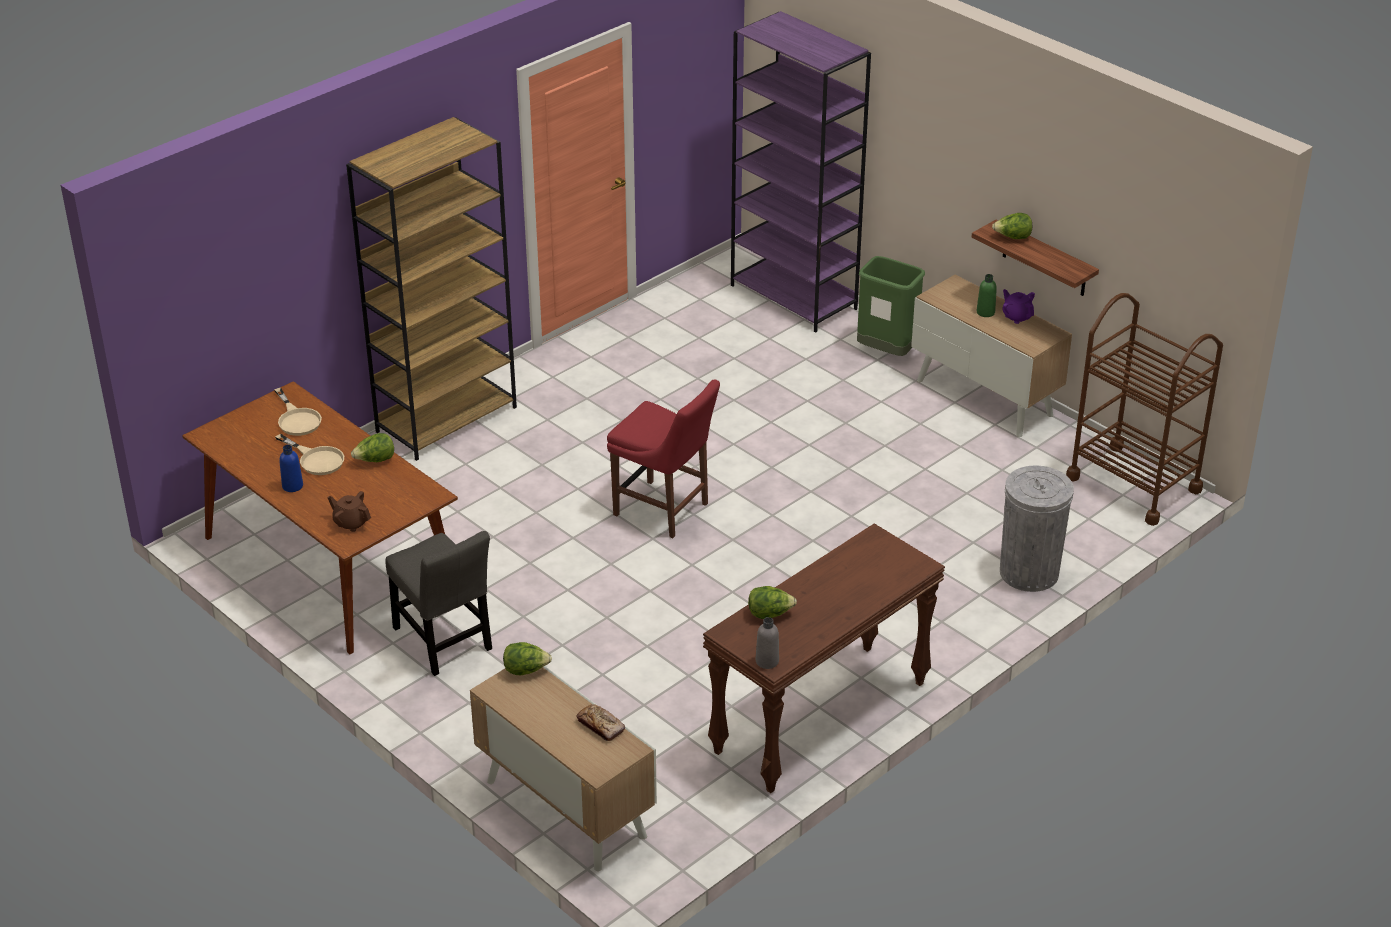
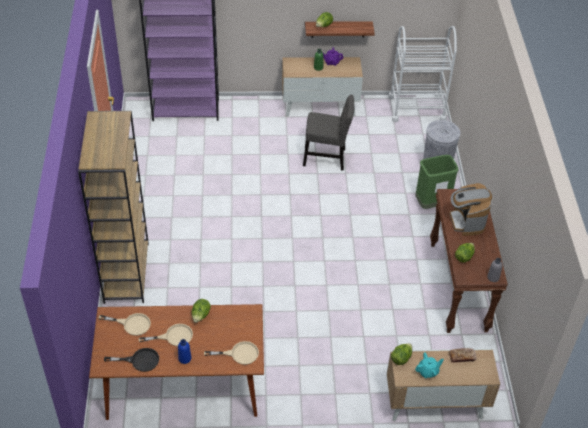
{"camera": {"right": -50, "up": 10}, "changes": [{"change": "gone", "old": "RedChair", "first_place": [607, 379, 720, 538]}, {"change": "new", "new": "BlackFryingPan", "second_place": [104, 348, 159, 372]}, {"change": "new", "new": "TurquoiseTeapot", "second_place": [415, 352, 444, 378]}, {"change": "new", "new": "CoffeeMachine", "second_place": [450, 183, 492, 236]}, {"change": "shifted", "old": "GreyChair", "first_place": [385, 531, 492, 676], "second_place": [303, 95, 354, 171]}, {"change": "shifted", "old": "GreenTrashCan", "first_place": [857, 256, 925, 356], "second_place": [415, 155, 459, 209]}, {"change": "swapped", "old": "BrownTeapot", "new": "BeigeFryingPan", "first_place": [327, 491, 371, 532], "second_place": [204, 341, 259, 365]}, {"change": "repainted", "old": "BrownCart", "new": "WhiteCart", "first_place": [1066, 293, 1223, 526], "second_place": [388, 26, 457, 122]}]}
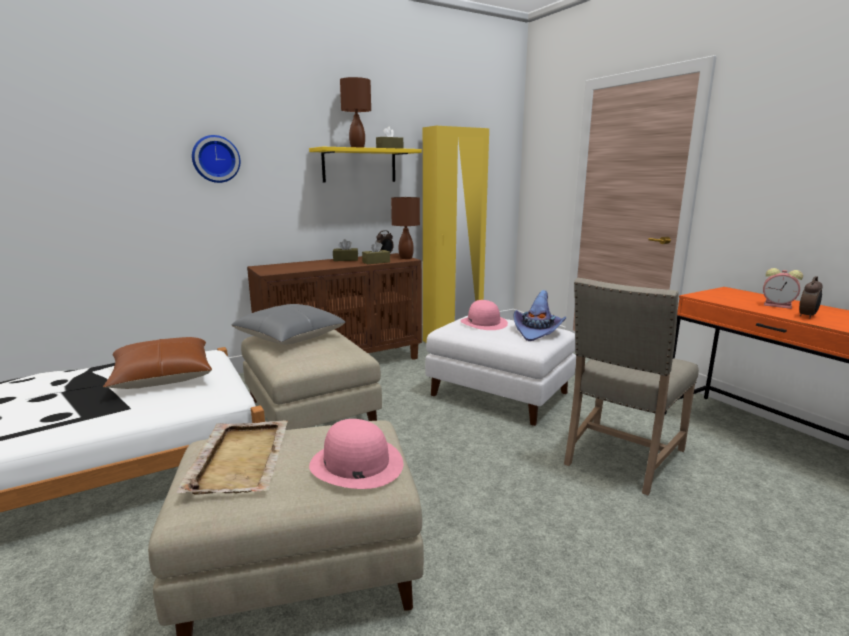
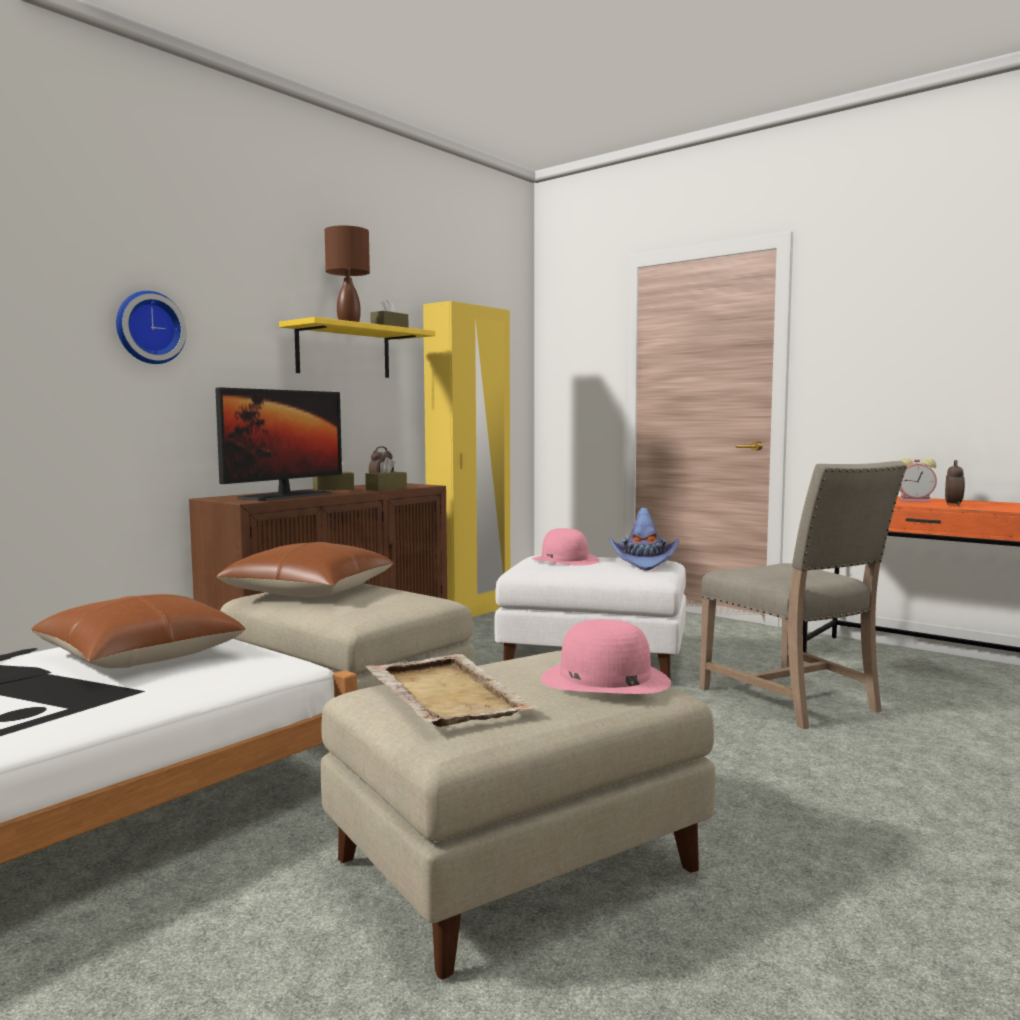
{"camera": {"right": -20, "up": -10}, "changes": [{"change": "gone", "old": "BrownTableLamp", "first_place": [391, 197, 420, 259]}, {"change": "new", "new": "Monitor", "second_place": [215, 387, 342, 501]}, {"change": "repainted", "old": "GreyPillow", "new": "BrownPillow", "first_place": [231, 304, 345, 345], "second_place": [216, 542, 393, 597]}, {"change": "rotated", "old": "BeigeChair", "first_place": [564, 278, 699, 495], "second_place": [700, 461, 907, 729], "degrees": -45}]}
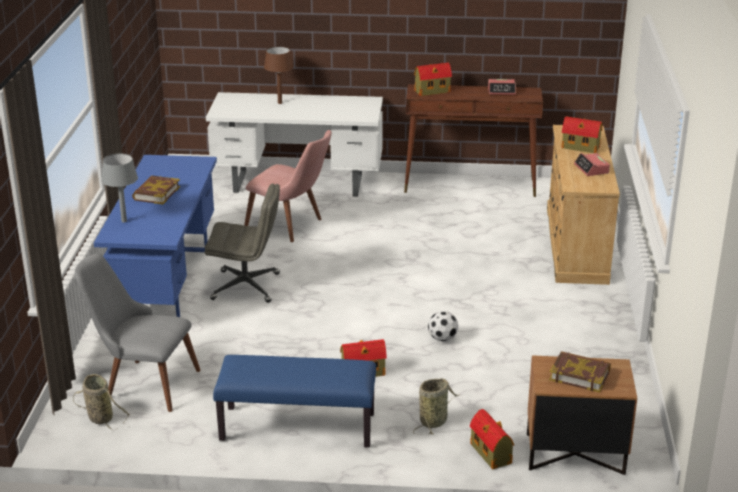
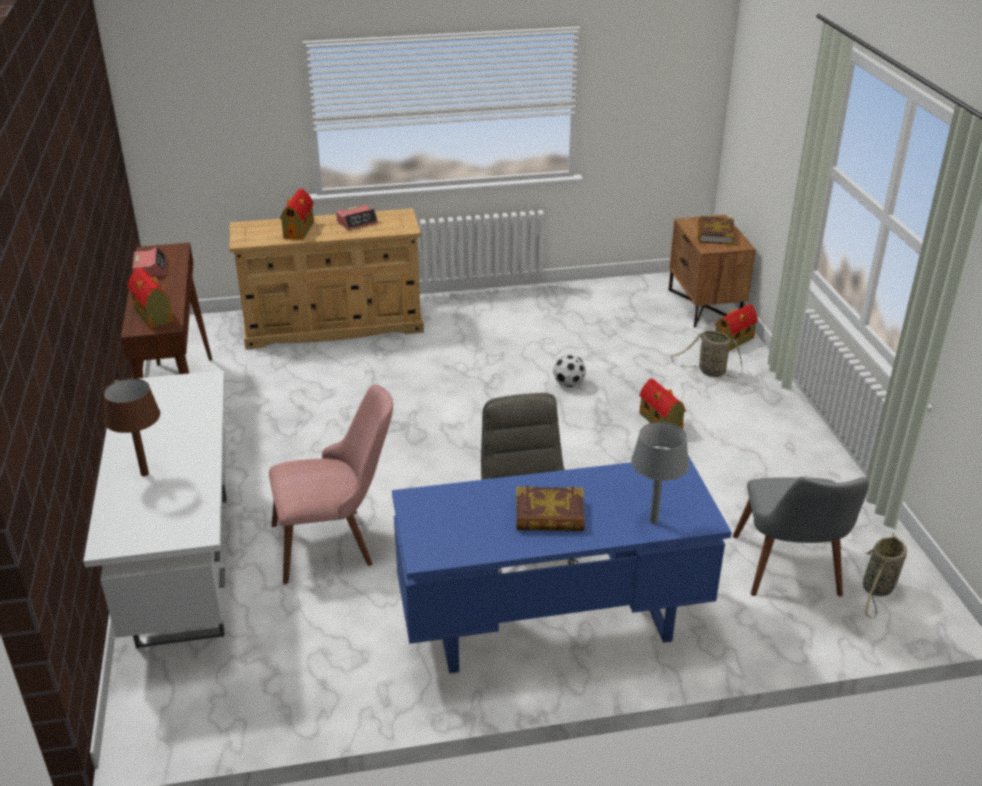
{"camera": {"right": -105, "up": 5}, "changes": [{"change": "gone", "old": "BlueBench", "first_place": [213, 355, 376, 448]}, {"change": "rotated", "old": "PinkChair", "first_place": [244, 130, 332, 242], "second_place": [269, 384, 393, 584], "degrees": 60}]}
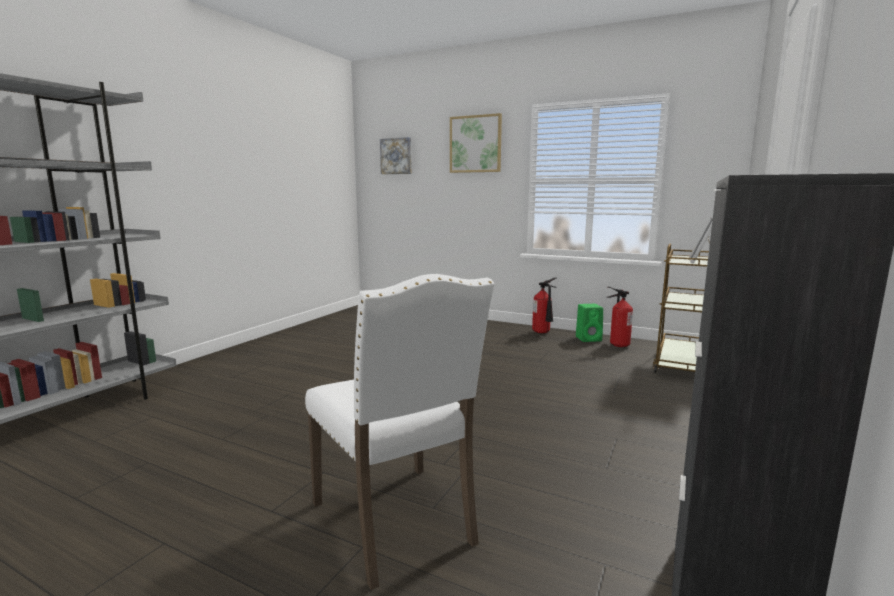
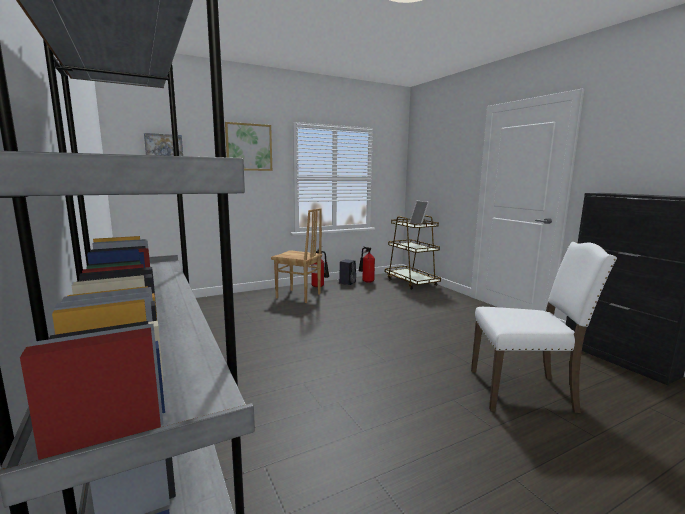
{"camera": {"right": -55, "up": 0}, "changes": [{"change": "new", "new": "BrownChair", "second_place": [271, 208, 322, 303]}, {"change": "repainted", "old": "GreenSpeaker", "new": "BlackSpeaker", "first_place": [576, 304, 603, 342], "second_place": [339, 259, 356, 285]}]}
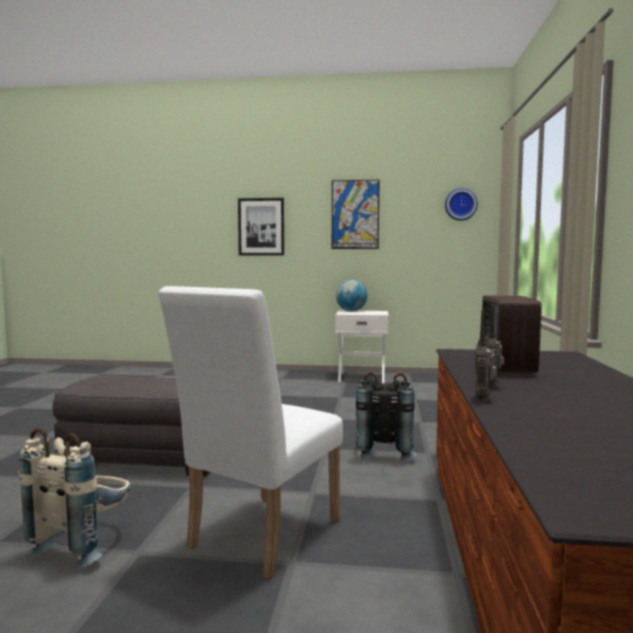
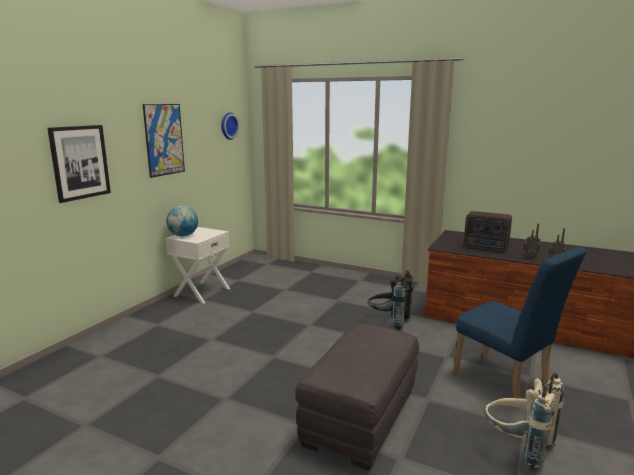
{"camera": {"right": -70, "up": 10}, "changes": [{"change": "repainted", "old": "WhiteChair", "new": "BlueChair", "first_place": [158, 286, 343, 580], "second_place": [453, 247, 587, 408]}]}
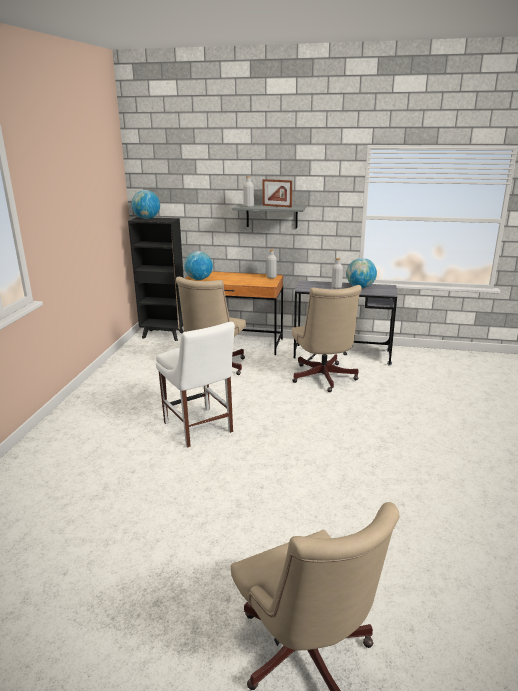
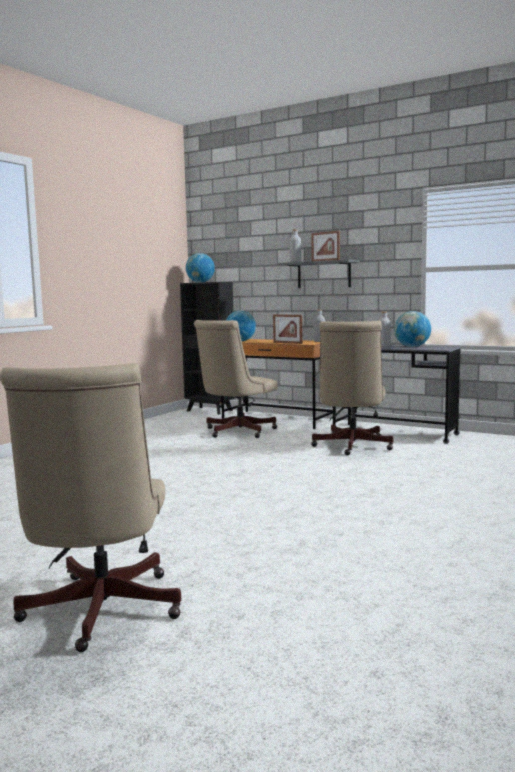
{"camera": {"right": 20, "up": -15}, "changes": [{"change": "gone", "old": "WhiteChair", "first_place": [156, 322, 235, 448]}, {"change": "new", "new": "PictureFrame", "second_place": [273, 314, 302, 344]}]}
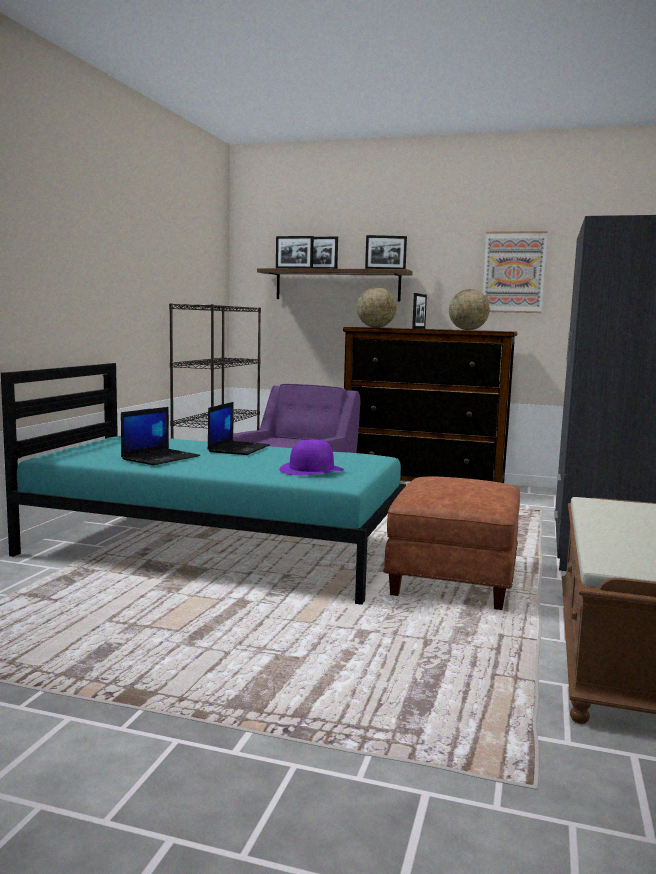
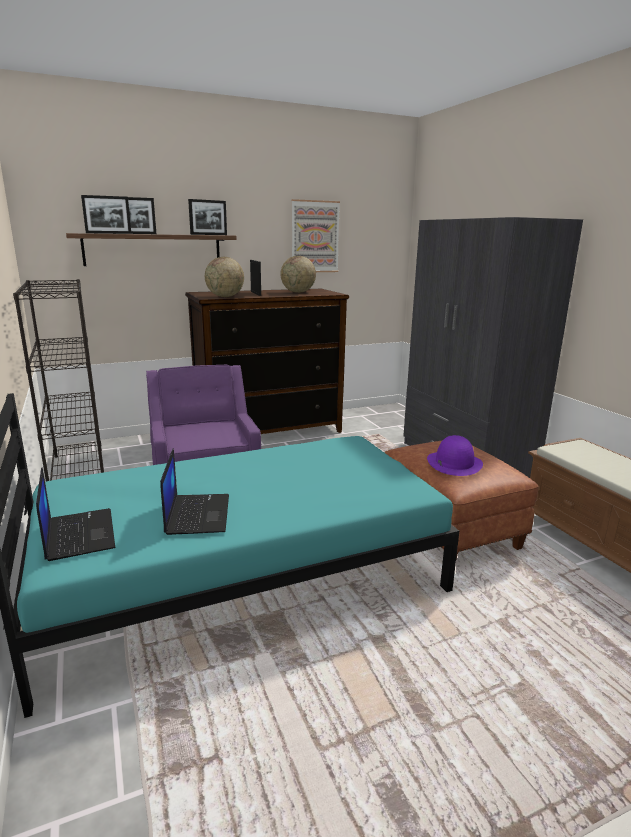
{"camera": {"right": -40, "up": 10}, "changes": [{"change": "shifted", "old": "Laptop", "first_place": [208, 402, 270, 455], "second_place": [36, 467, 115, 561]}, {"change": "shifted", "old": "PurpleHat", "first_place": [279, 439, 344, 475], "second_place": [427, 435, 483, 476]}]}
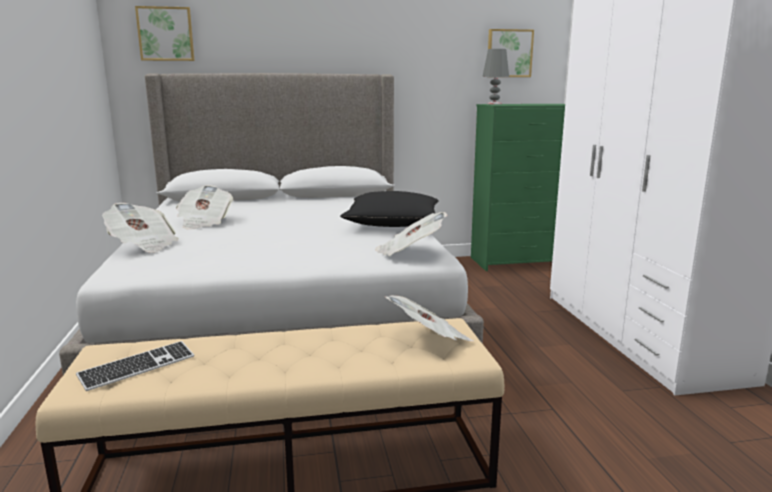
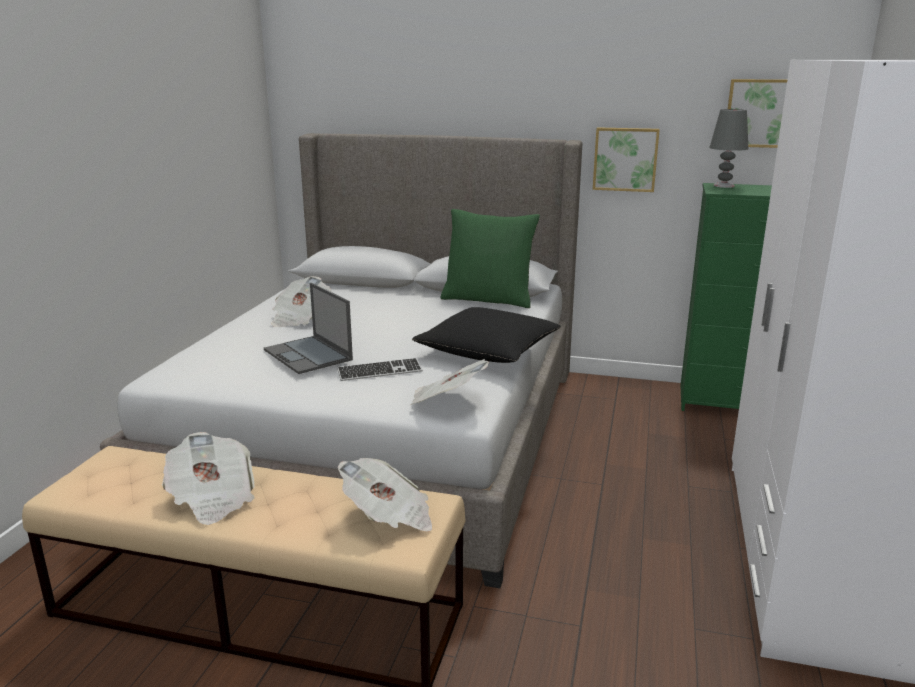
{"camera": {"right": 25, "up": 5}, "changes": [{"change": "new", "new": "Laptop", "second_place": [264, 283, 353, 374]}, {"change": "new", "new": "GreenPillow", "second_place": [441, 209, 540, 308]}, {"change": "shifted", "old": "Keyboard", "first_place": [76, 341, 194, 391], "second_place": [337, 358, 423, 381]}, {"change": "shifted", "old": "Newspaper", "first_place": [102, 203, 179, 253], "second_place": [162, 432, 255, 525]}, {"change": "shifted", "old": "Picture", "first_place": [135, 6, 194, 61], "second_place": [593, 127, 660, 192]}]}
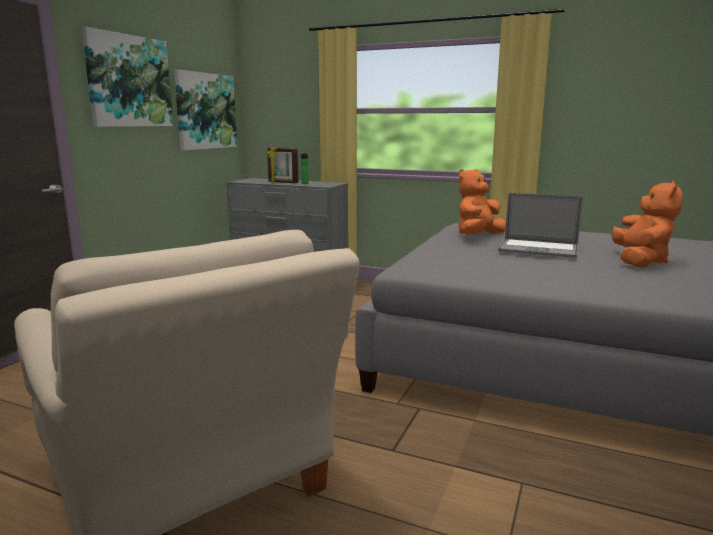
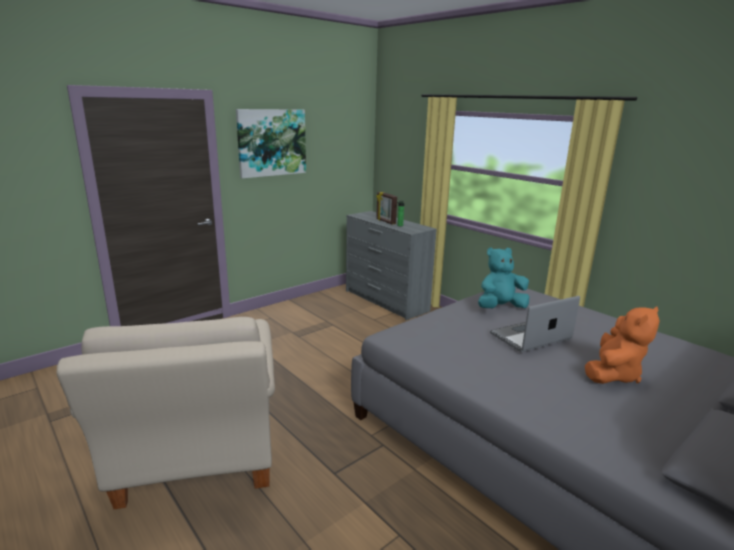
{"camera": {"right": 25, "up": 5}, "changes": [{"change": "gone", "old": "Picture", "first_place": [174, 69, 237, 150]}, {"change": "repainted", "old": "OrangePlushToy", "new": "TurquoisePlushToy", "first_place": [459, 169, 506, 235], "second_place": [478, 247, 529, 308]}, {"change": "rotated", "old": "Laptop", "first_place": [498, 193, 583, 258], "second_place": [490, 296, 580, 352], "degrees": 105}]}
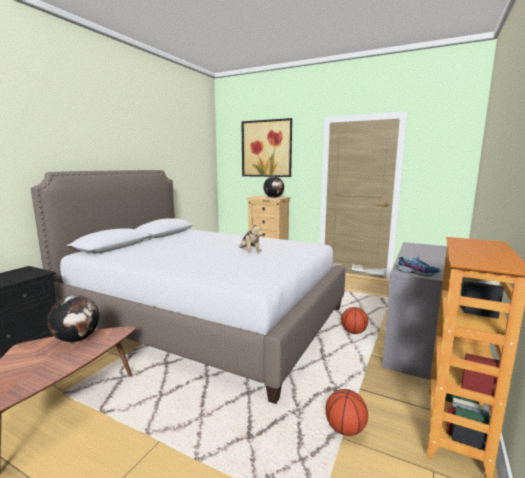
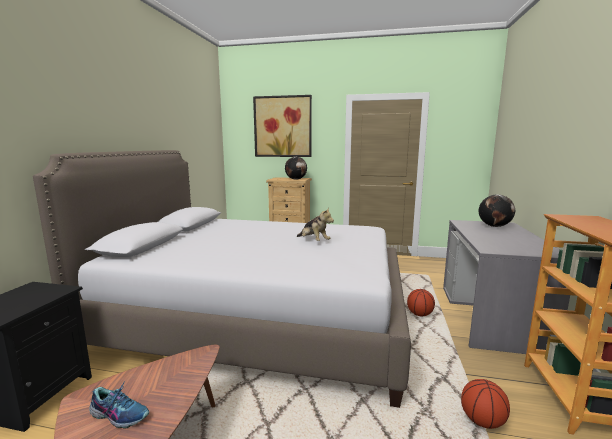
{"camera": {"right": -15, "up": 0}, "changes": [{"change": "shifted", "old": "Globe", "first_place": [47, 295, 99, 342], "second_place": [479, 194, 515, 227]}, {"change": "shifted", "old": "Shoe", "first_place": [397, 255, 441, 277], "second_place": [89, 381, 149, 429]}]}
